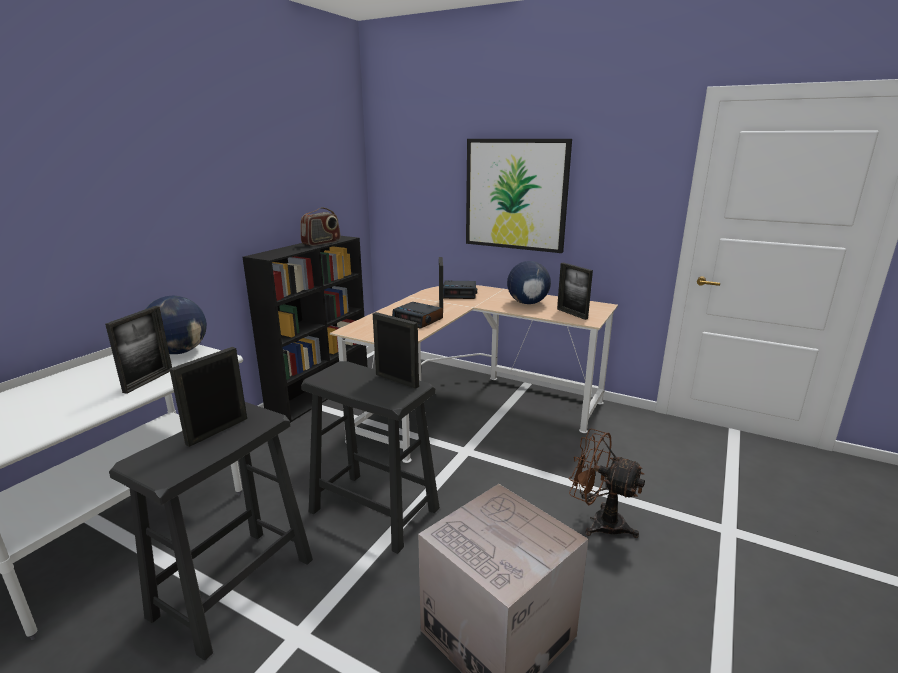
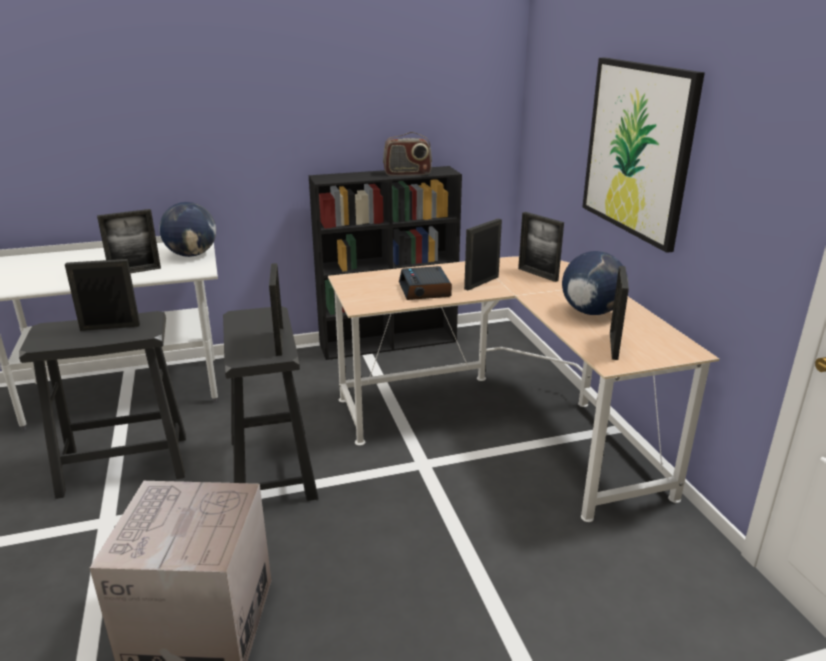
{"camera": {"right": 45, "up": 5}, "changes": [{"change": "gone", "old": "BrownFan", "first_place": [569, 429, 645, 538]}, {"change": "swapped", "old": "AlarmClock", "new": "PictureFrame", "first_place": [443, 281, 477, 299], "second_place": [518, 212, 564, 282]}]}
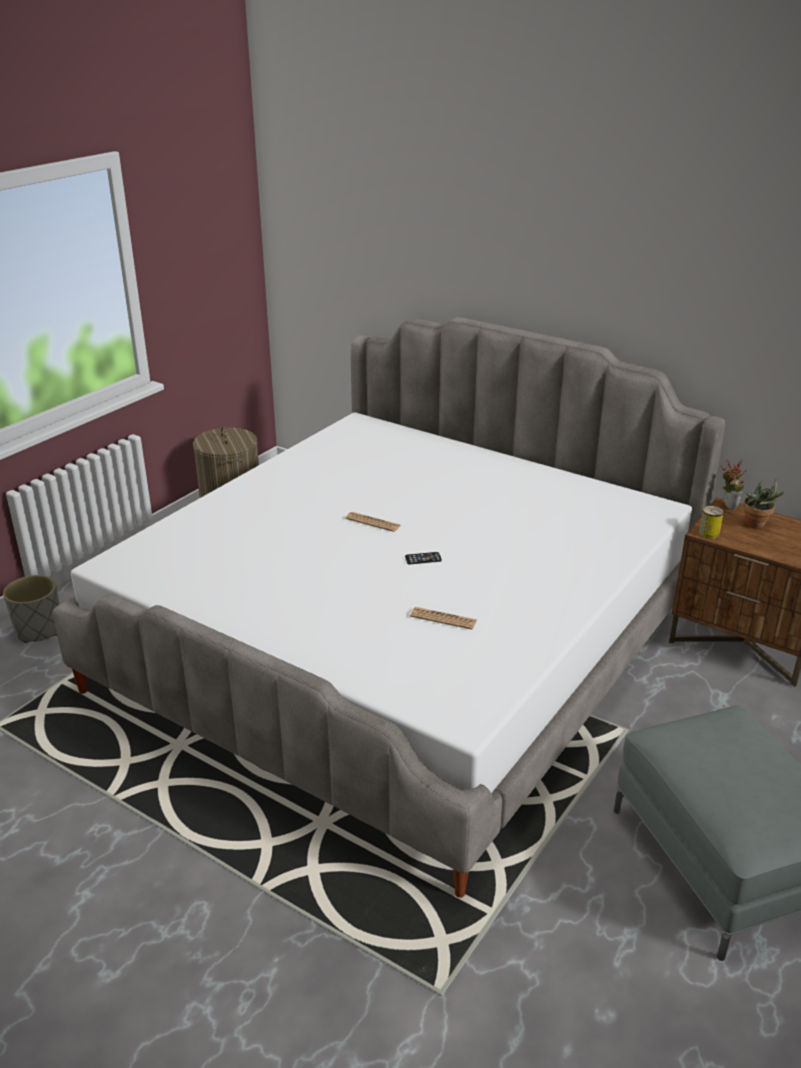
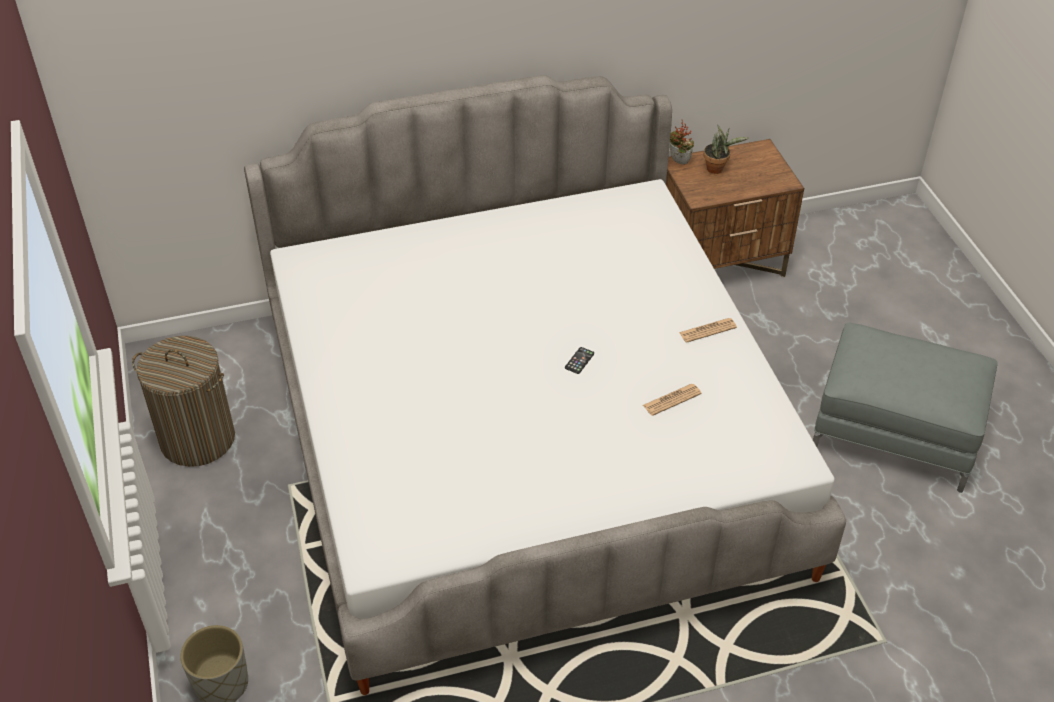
{"camera": {"right": -50, "up": 15}, "changes": [{"change": "gone", "old": "Can", "first_place": [699, 506, 724, 539]}, {"change": "shifted", "old": "Newspaper", "first_place": [345, 512, 401, 532], "second_place": [679, 318, 737, 343]}]}
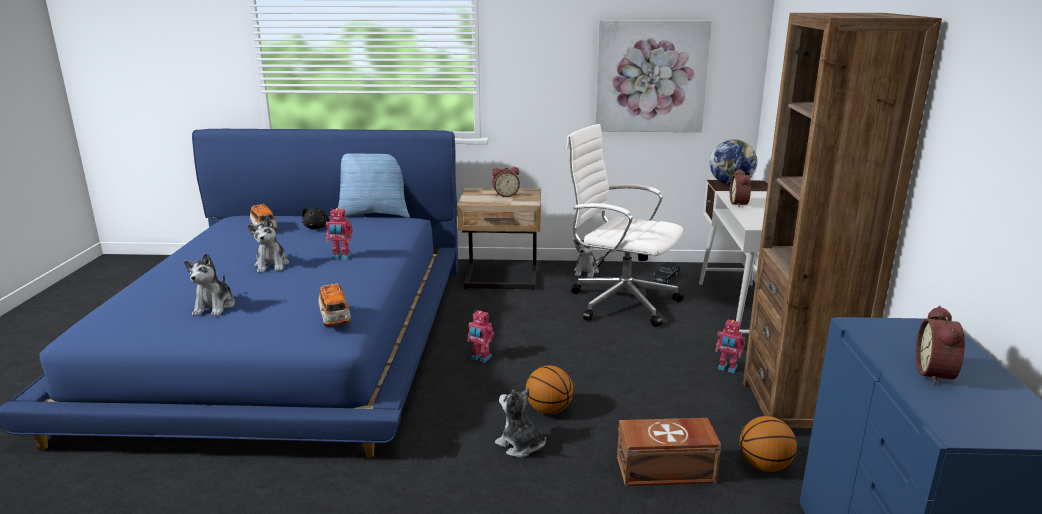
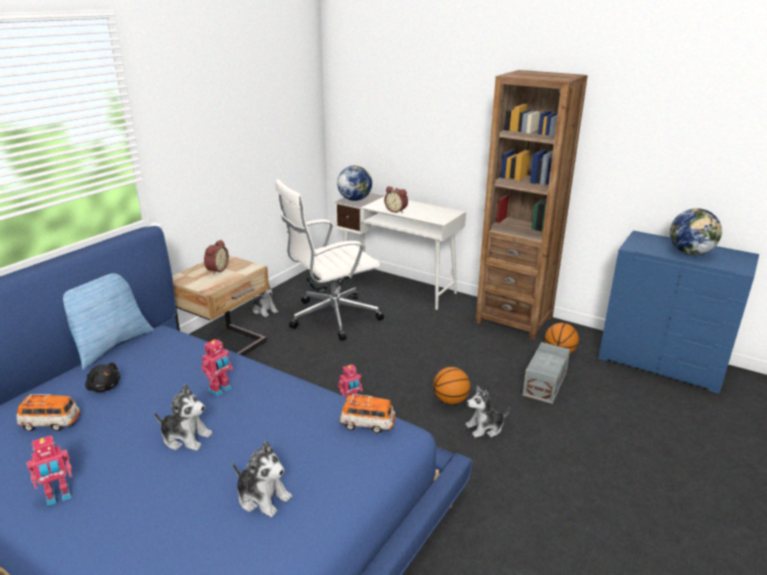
{"camera": {"right": -60, "up": 5}, "changes": [{"change": "gone", "old": "Picture", "first_place": [595, 20, 712, 132]}, {"change": "shifted", "old": "ToyRobot", "first_place": [715, 319, 745, 373], "second_place": [26, 435, 72, 506]}, {"change": "swapped", "old": "AlarmClock", "new": "Globe", "first_place": [916, 306, 965, 385], "second_place": [670, 208, 722, 255]}, {"change": "repainted", "old": "BrownStorageBox", "new": "GreyStorageBox", "first_place": [617, 418, 721, 486], "second_place": [522, 342, 570, 404]}]}
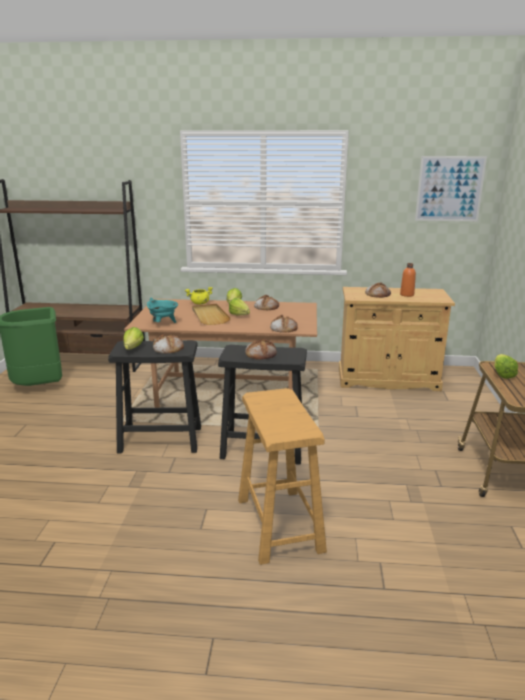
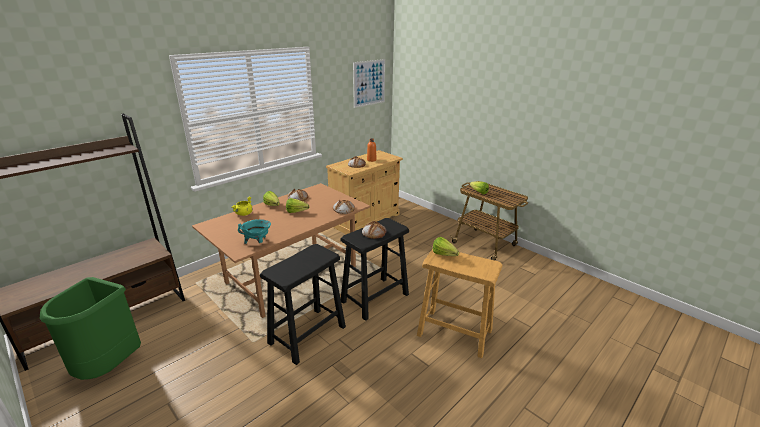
{"camera": {"right": -50, "up": 5}, "changes": [{"change": "gone", "old": "Bread", "first_place": [153, 333, 184, 353]}, {"change": "gone", "old": "BeigeTray", "first_place": [192, 304, 231, 325]}, {"change": "shifted", "old": "Lettuce", "first_place": [123, 327, 144, 350], "second_place": [433, 237, 459, 256]}]}
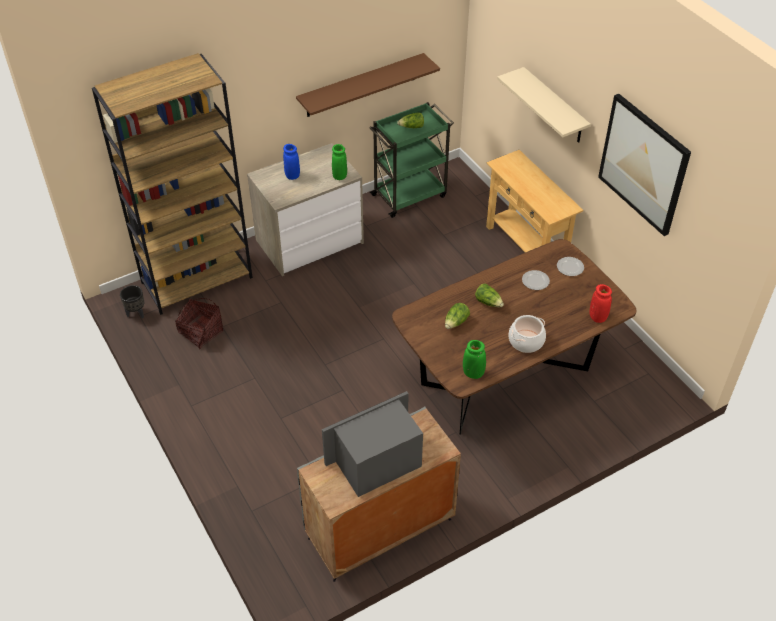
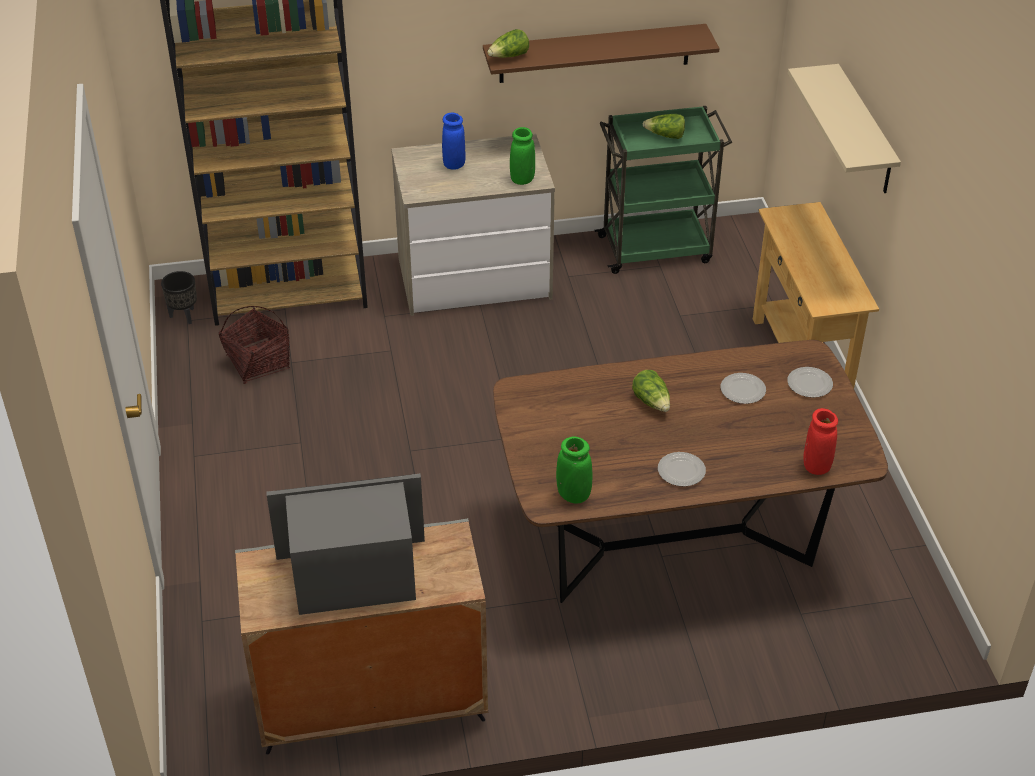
{"camera": {"right": 20, "up": -5}, "changes": [{"change": "gone", "old": "Picture", "first_place": [598, 94, 691, 236]}, {"change": "shifted", "old": "Lettuce", "first_place": [445, 303, 470, 329], "second_place": [487, 29, 529, 58]}, {"change": "swapped", "old": "CookingPot", "new": "Plate", "first_place": [509, 315, 546, 353], "second_place": [658, 452, 706, 486]}]}
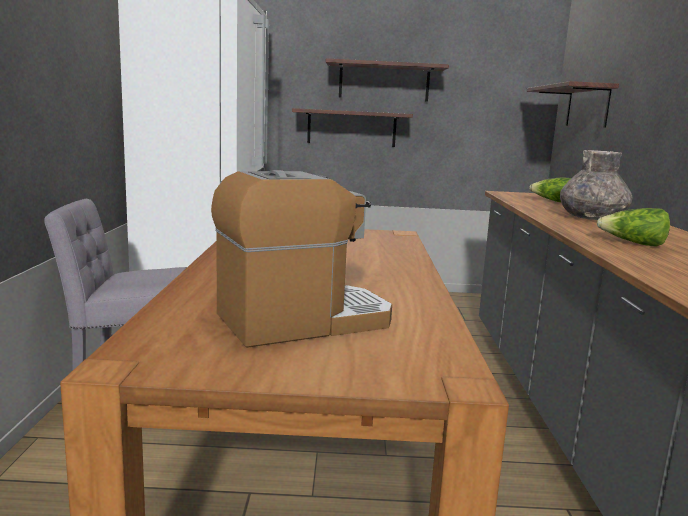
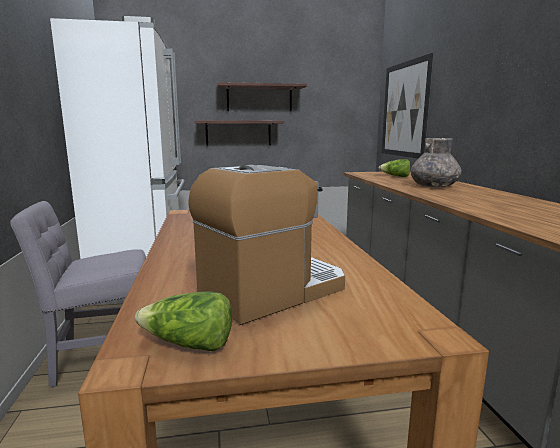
{"camera": {"right": -10, "up": 0}, "changes": [{"change": "shifted", "old": "Lettuce", "first_place": [597, 208, 670, 247], "second_place": [135, 292, 232, 352]}, {"change": "swapped", "old": "Shelf", "new": "Picture", "first_place": [527, 81, 619, 128], "second_place": [382, 53, 433, 159]}]}
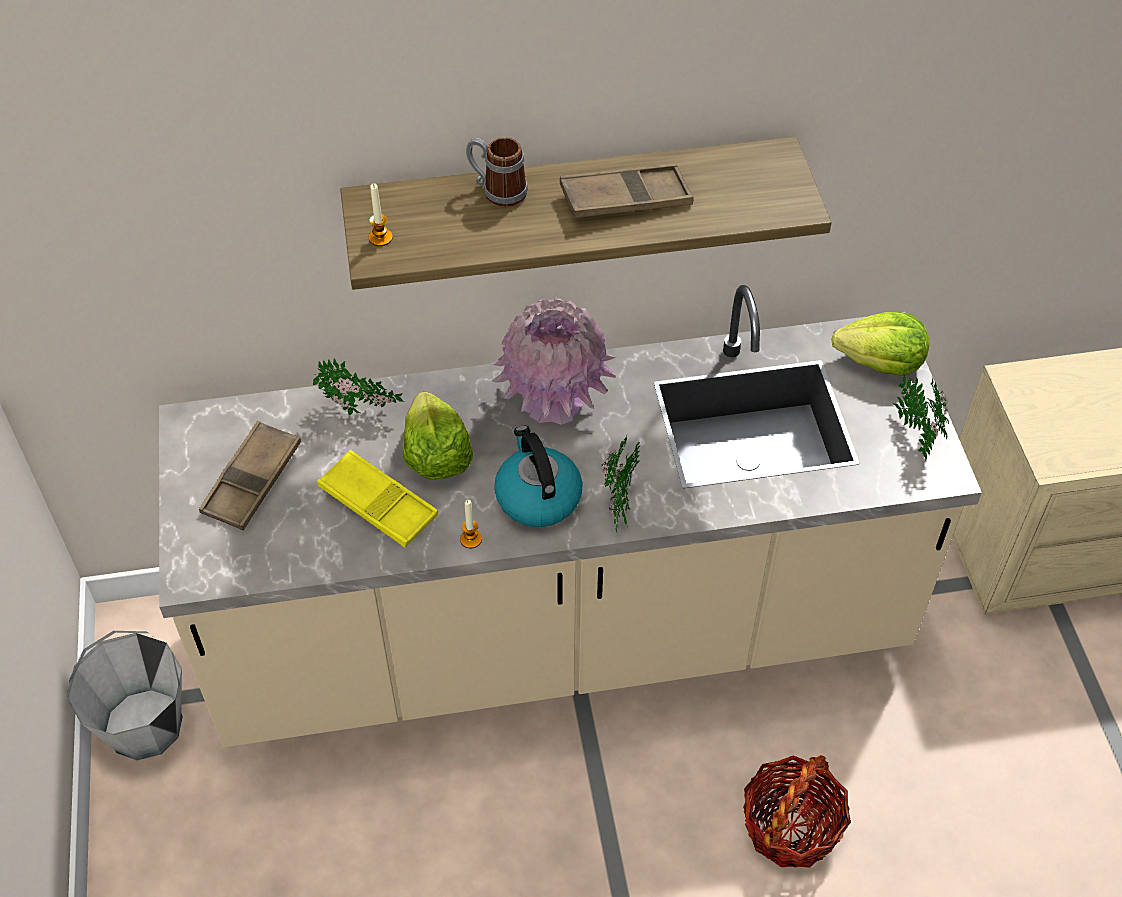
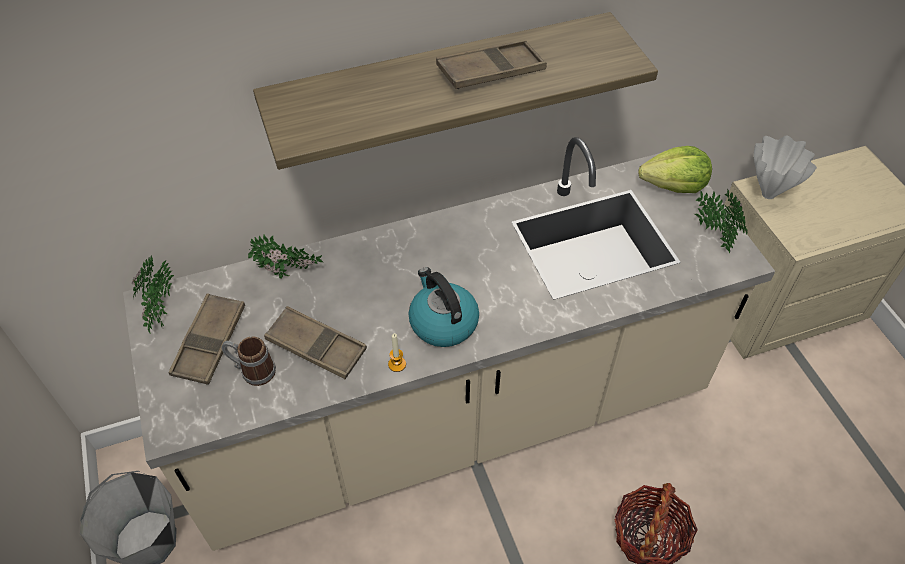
{"camera": {"right": -10, "up": 0}, "changes": [{"change": "gone", "old": "Candle", "first_place": [368, 184, 393, 246]}, {"change": "gone", "old": "Lettuce", "first_place": [403, 392, 474, 480]}, {"change": "gone", "old": "PinkVase", "first_place": [491, 297, 616, 425]}, {"change": "new", "new": "WhiteVase", "second_place": [754, 135, 817, 199]}, {"change": "shifted", "old": "Mug", "first_place": [466, 137, 528, 207], "second_place": [221, 336, 276, 386]}, {"change": "shifted", "old": "PottedPlant", "first_place": [601, 434, 640, 533], "second_place": [132, 255, 174, 334]}, {"change": "repainted", "old": "YellowTray", "new": "BrownTray", "first_place": [317, 450, 438, 548], "second_place": [264, 306, 367, 379]}]}
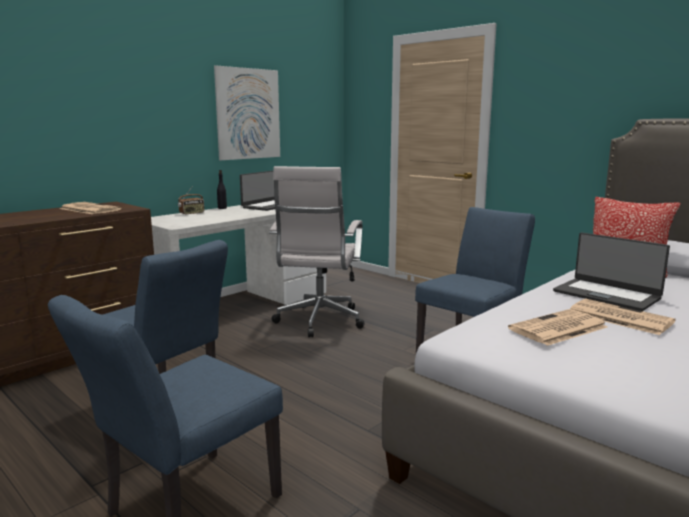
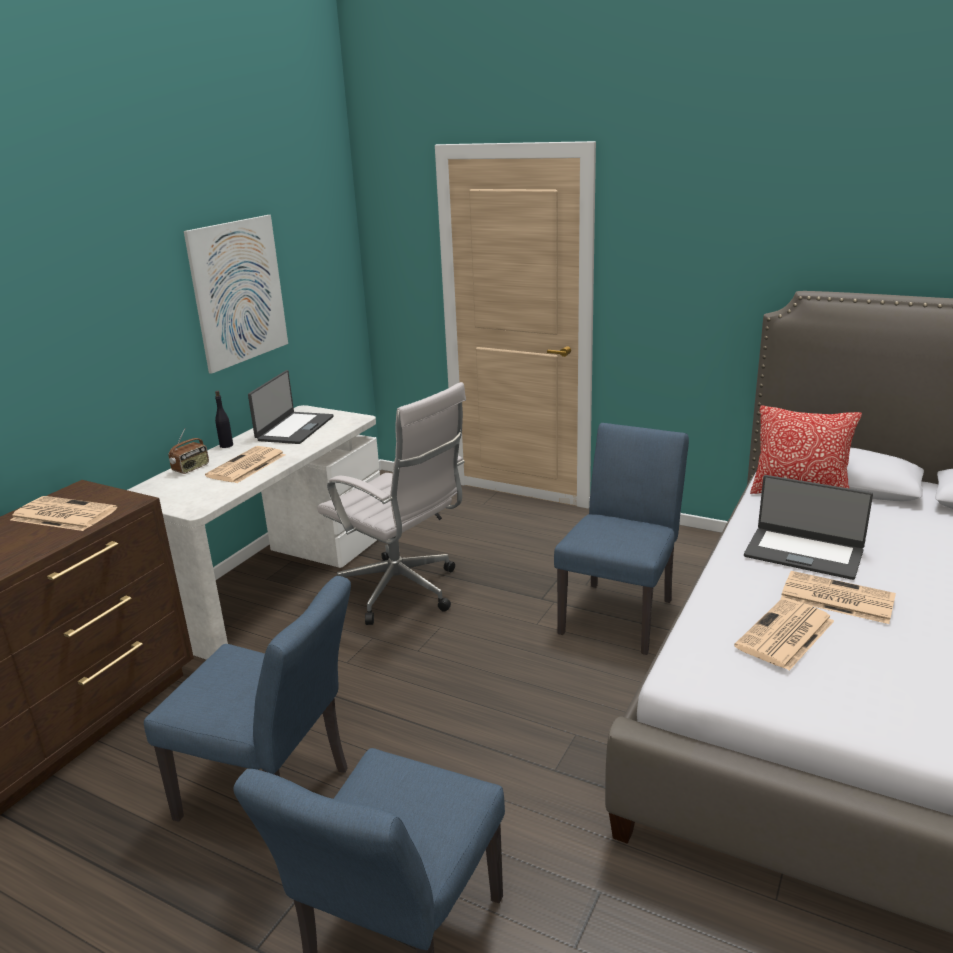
{"camera": {"right": -15, "up": 10}, "changes": [{"change": "new", "new": "Newspaper", "second_place": [205, 446, 285, 483]}, {"change": "rotated", "old": "WhiteOfficeChair", "first_place": [269, 166, 364, 337], "second_place": [317, 382, 466, 625], "degrees": -45}]}
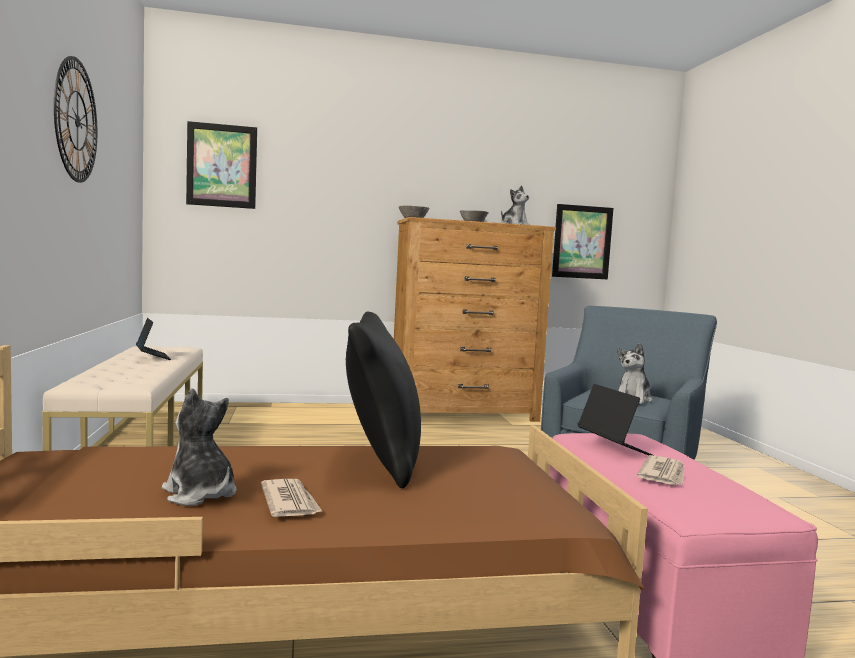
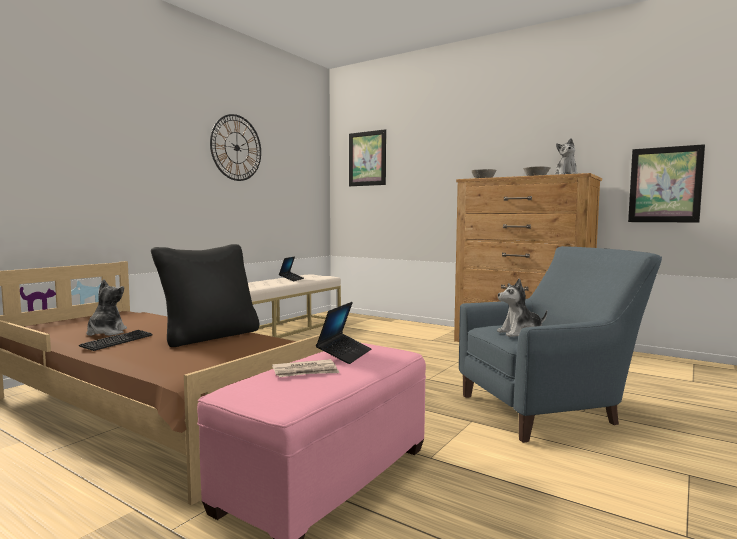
{"camera": {"right": 45, "up": 0}, "changes": [{"change": "swapped", "old": "Newspaper", "new": "Keyboard", "first_place": [261, 479, 323, 517], "second_place": [79, 330, 152, 351]}]}
